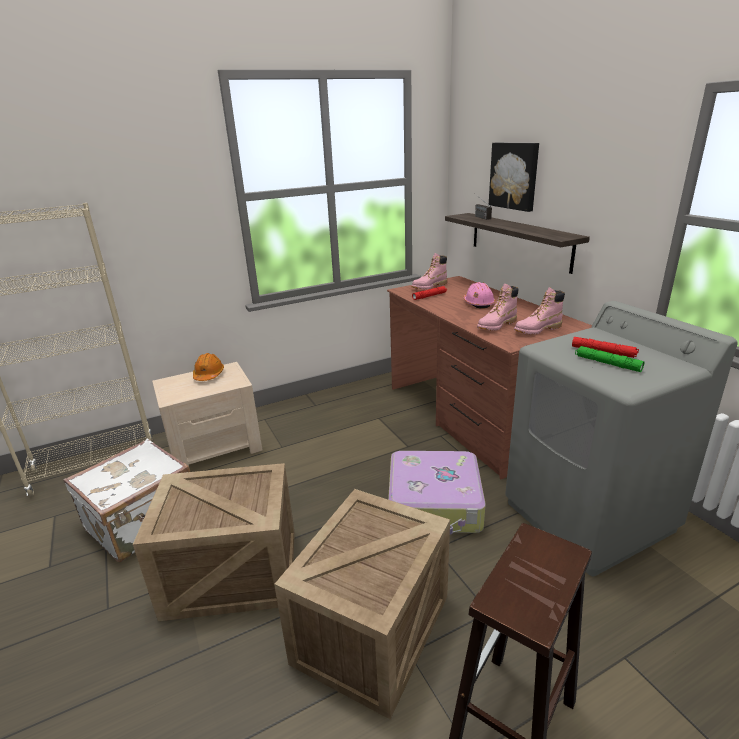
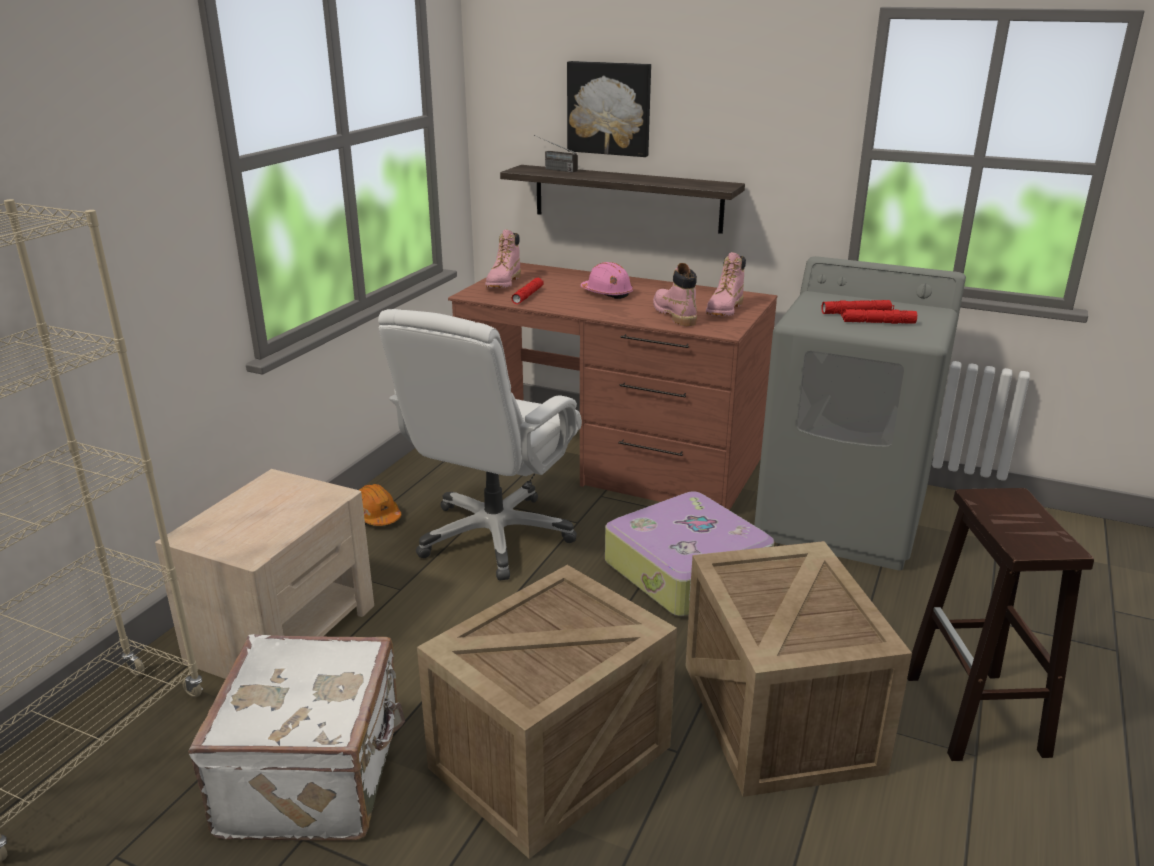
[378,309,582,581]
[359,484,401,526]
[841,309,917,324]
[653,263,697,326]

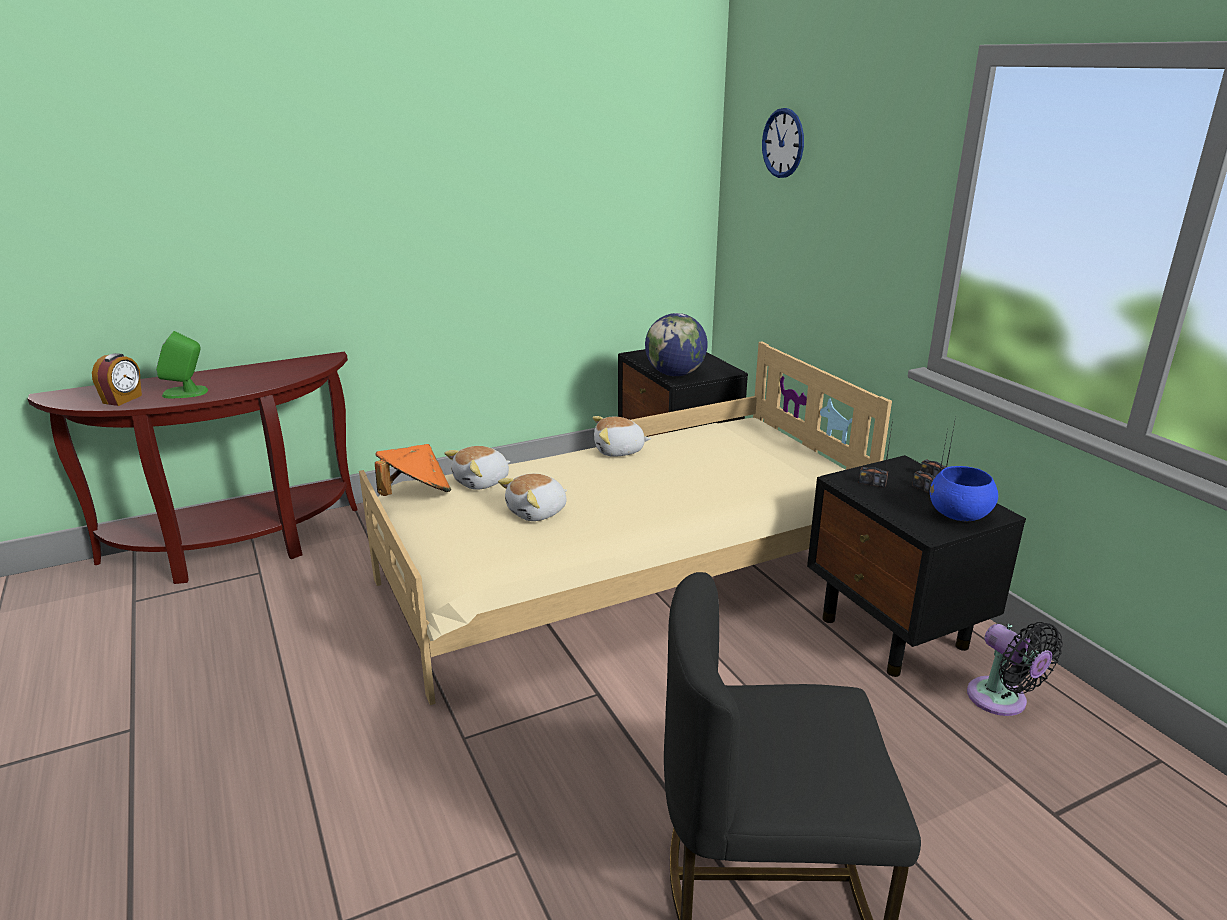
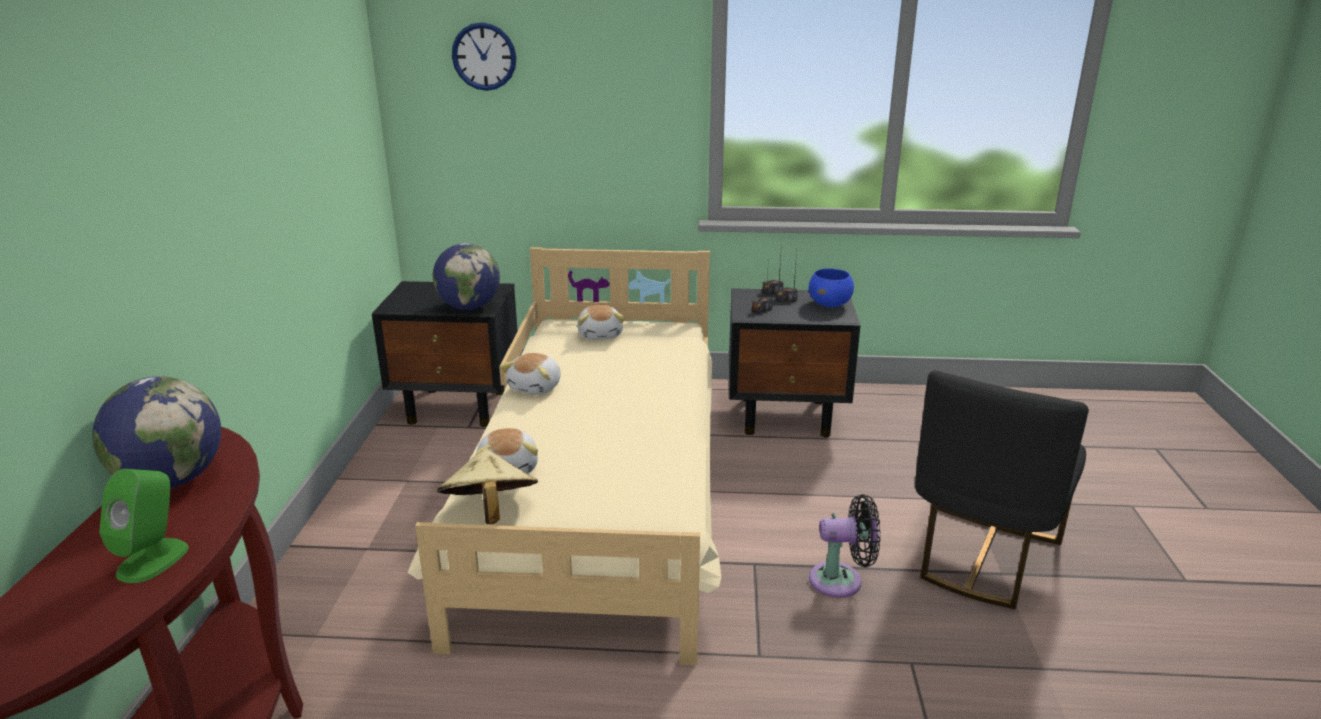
[92,353,142,406] (first image)
[92,376,221,488]
[577,305,624,340]
[809,494,880,598]
[437,448,538,524]

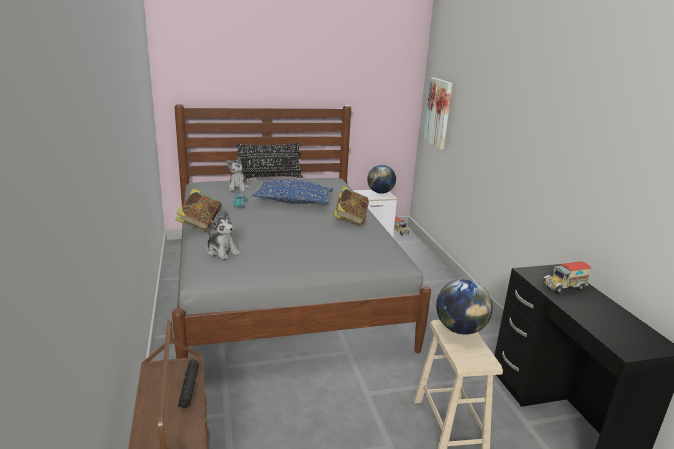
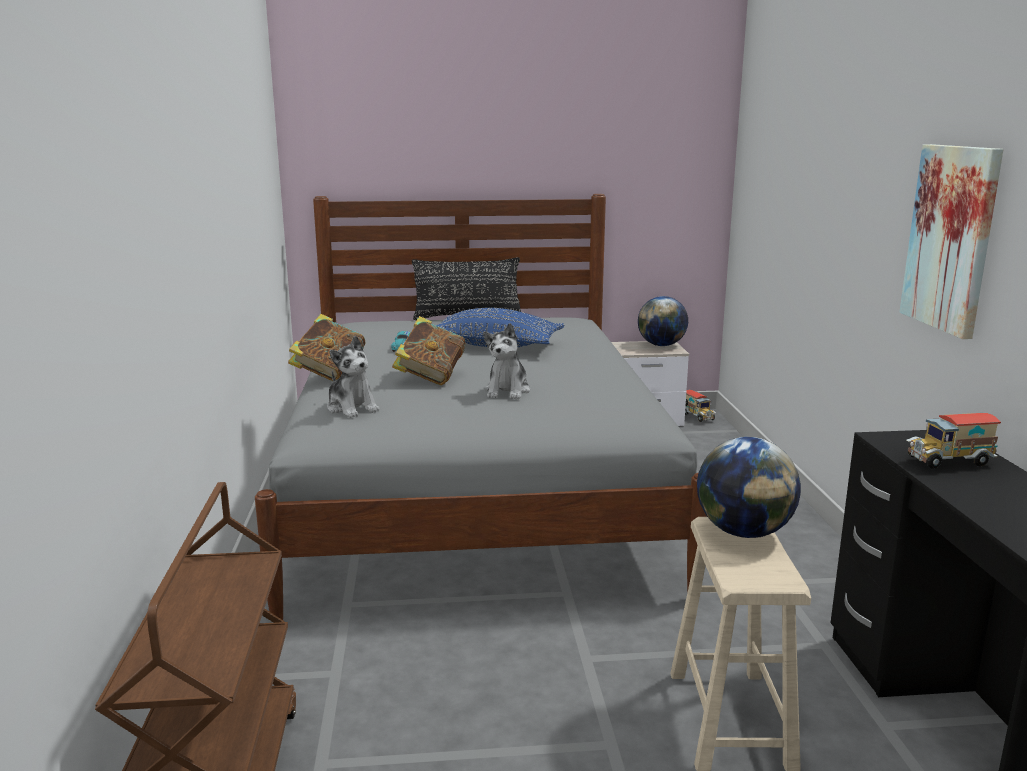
[178,360,199,408] (first image)
[483,323,530,399]
[392,316,466,385]
[900,144,1003,339]

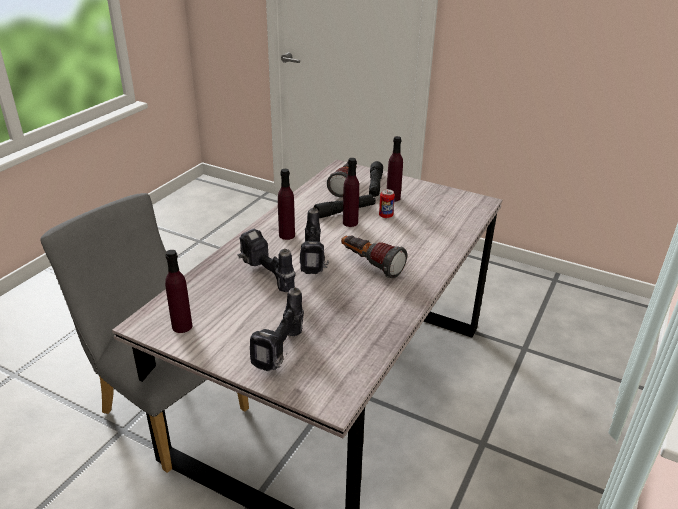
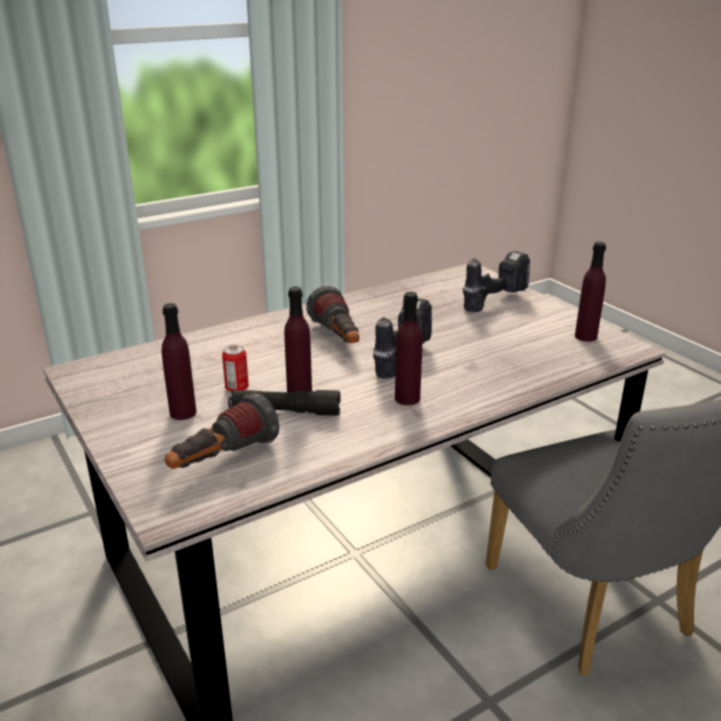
[237,229,295,292] (first image)
[369,161,383,197] (first image)

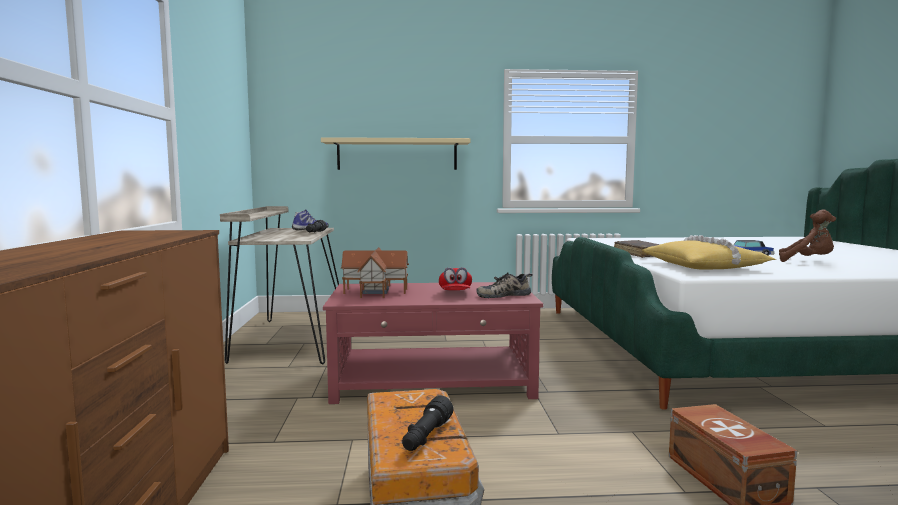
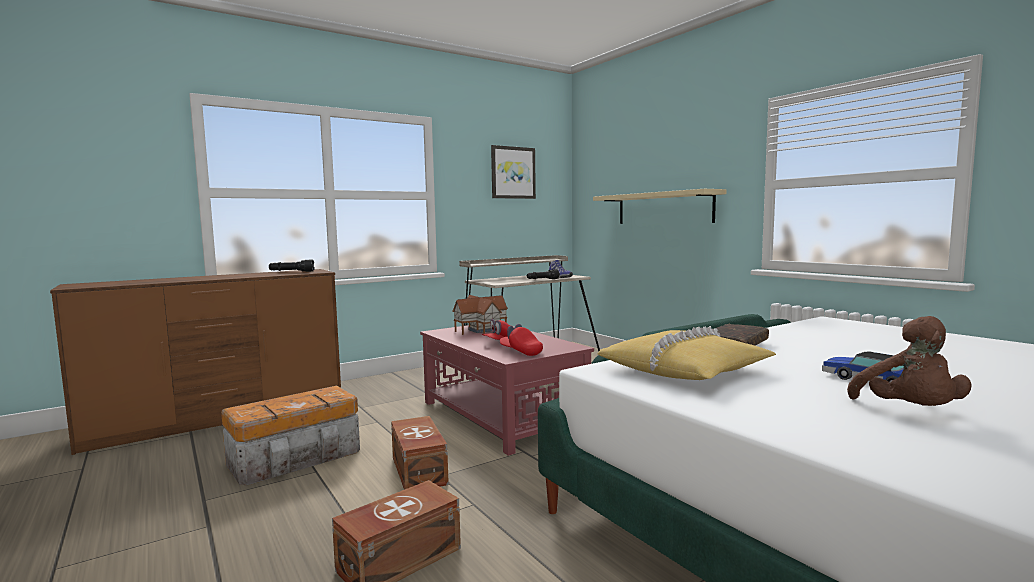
[391,416,449,490]
[491,145,536,199]
[269,260,314,272]
[500,324,543,356]

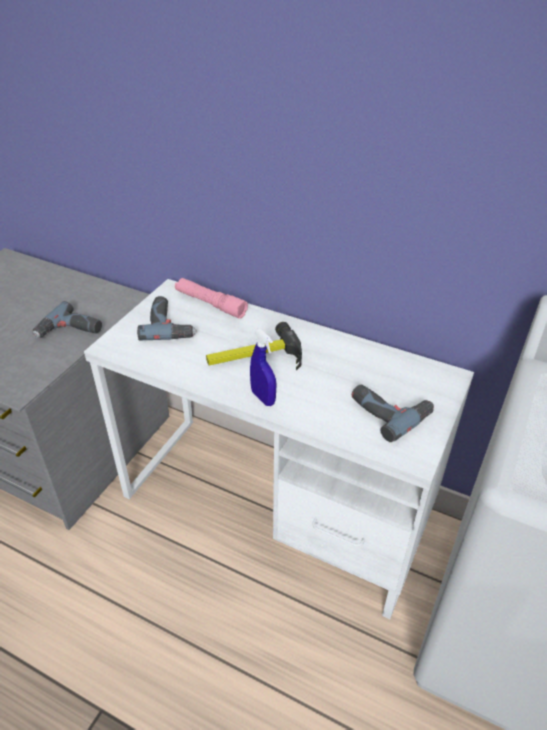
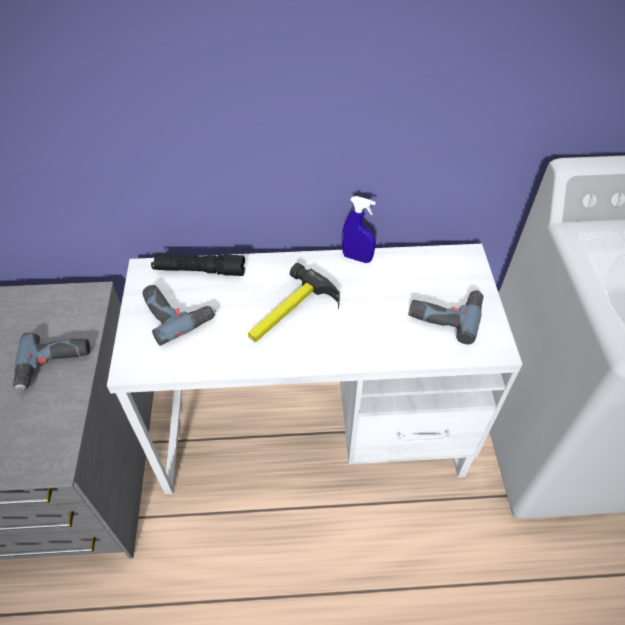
[342,196,376,263]
[151,254,245,276]

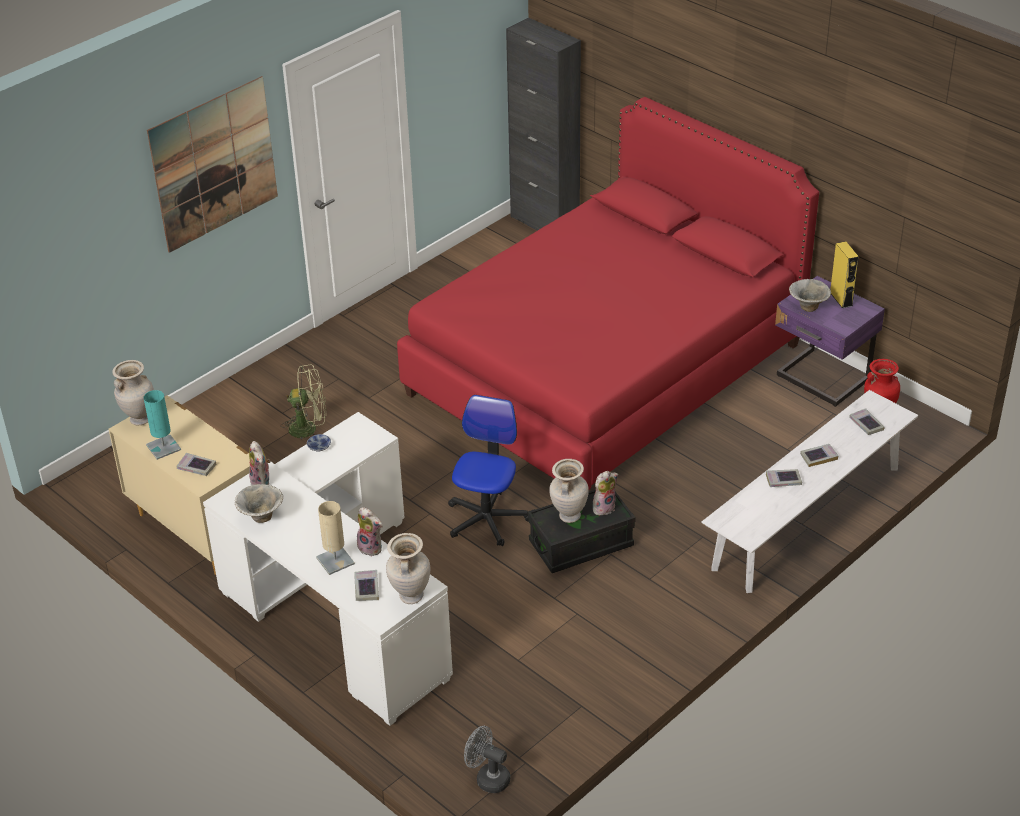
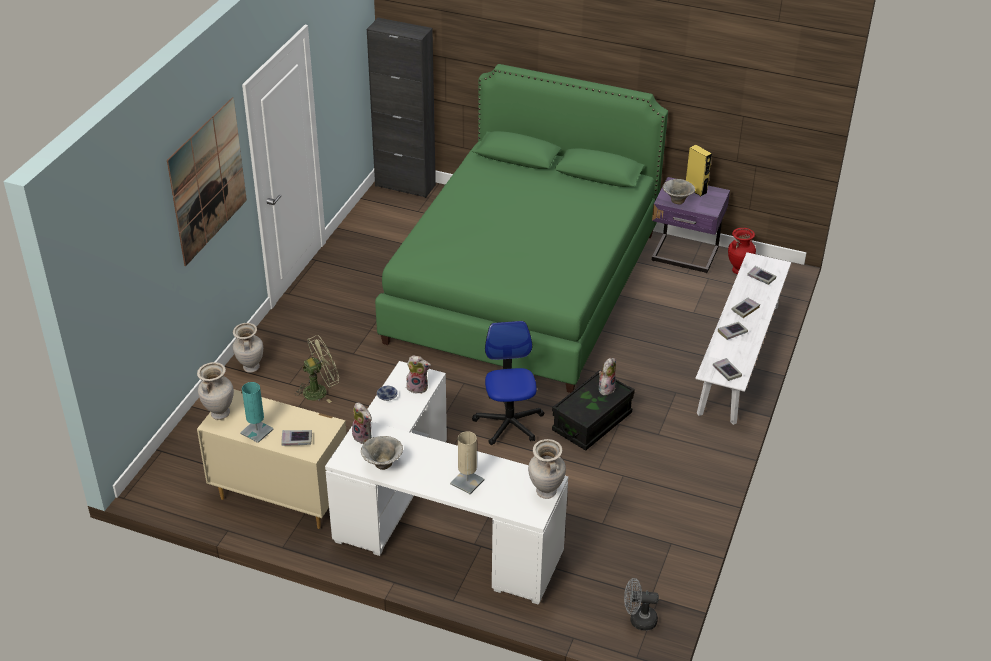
[713,358,742,381]
[406,355,431,394]
[233,323,263,373]
[375,64,668,393]

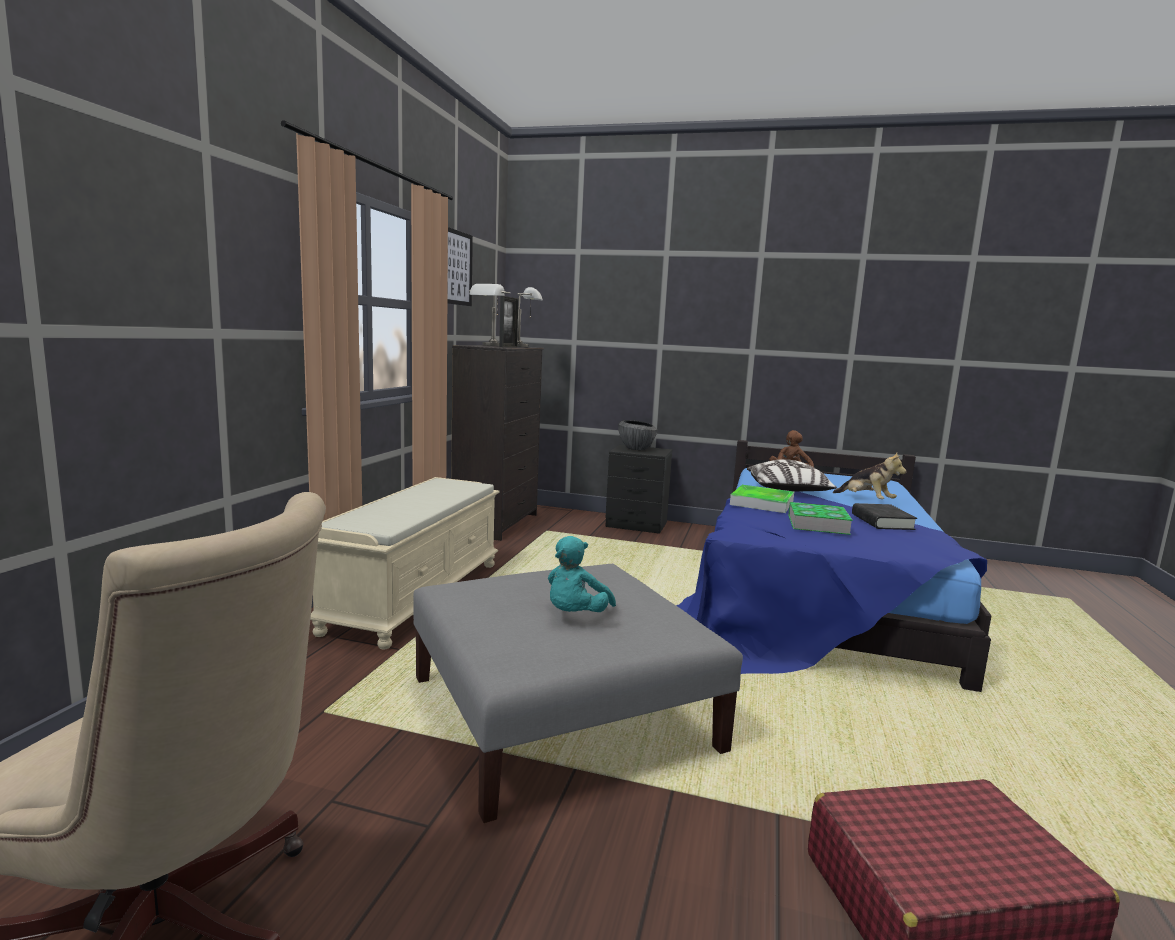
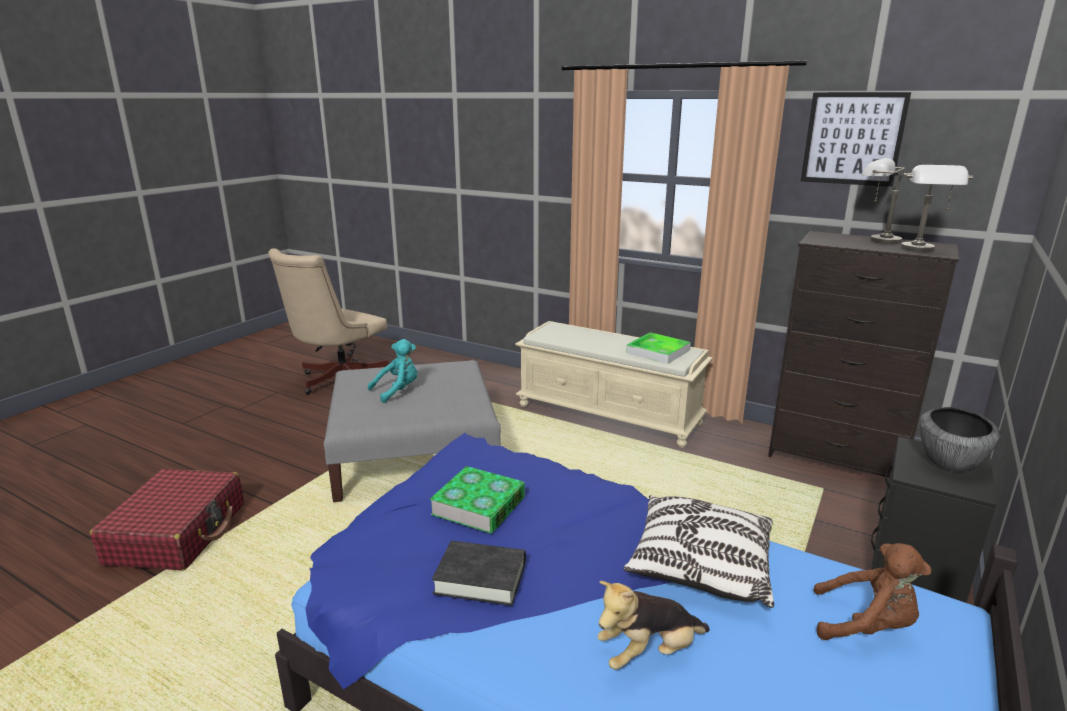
[499,296,518,347] (first image)
[626,332,691,364]
[368,339,418,403]

